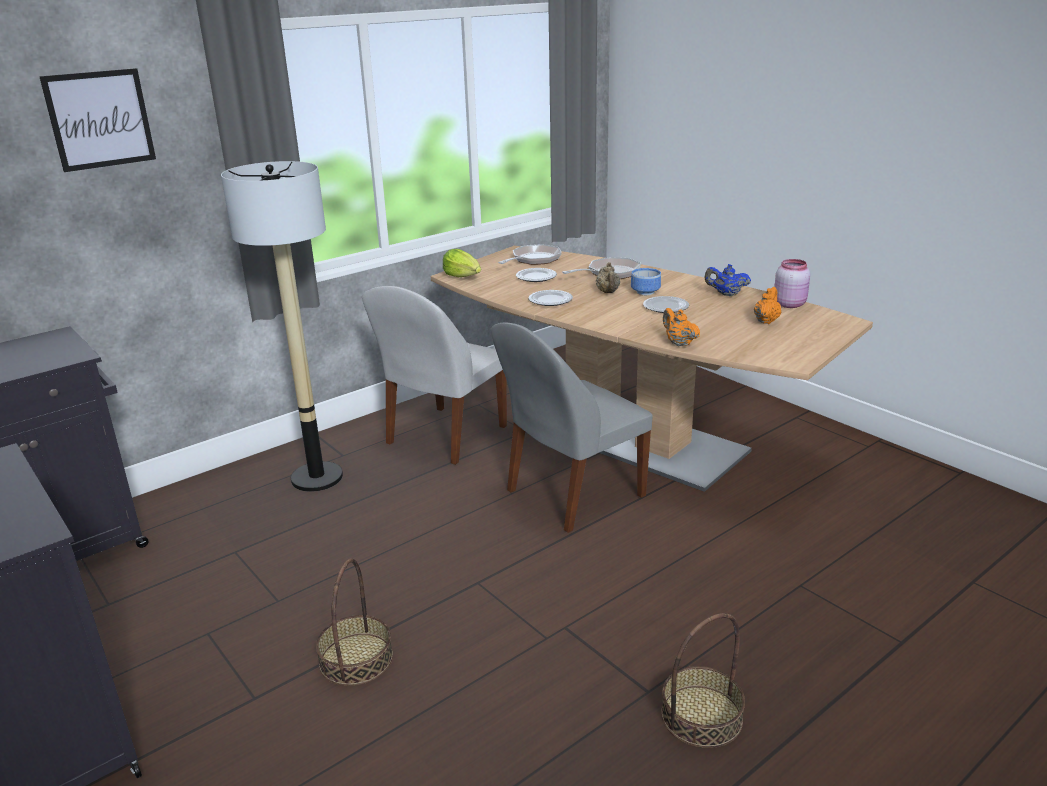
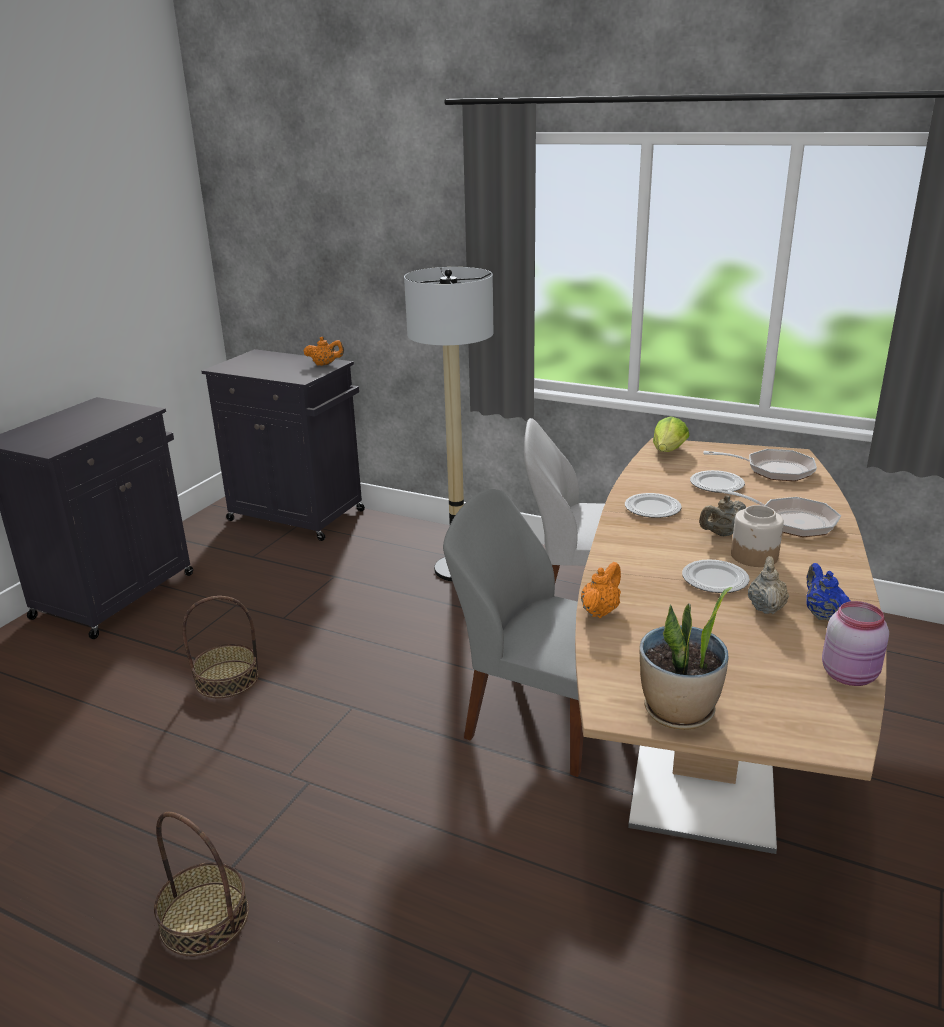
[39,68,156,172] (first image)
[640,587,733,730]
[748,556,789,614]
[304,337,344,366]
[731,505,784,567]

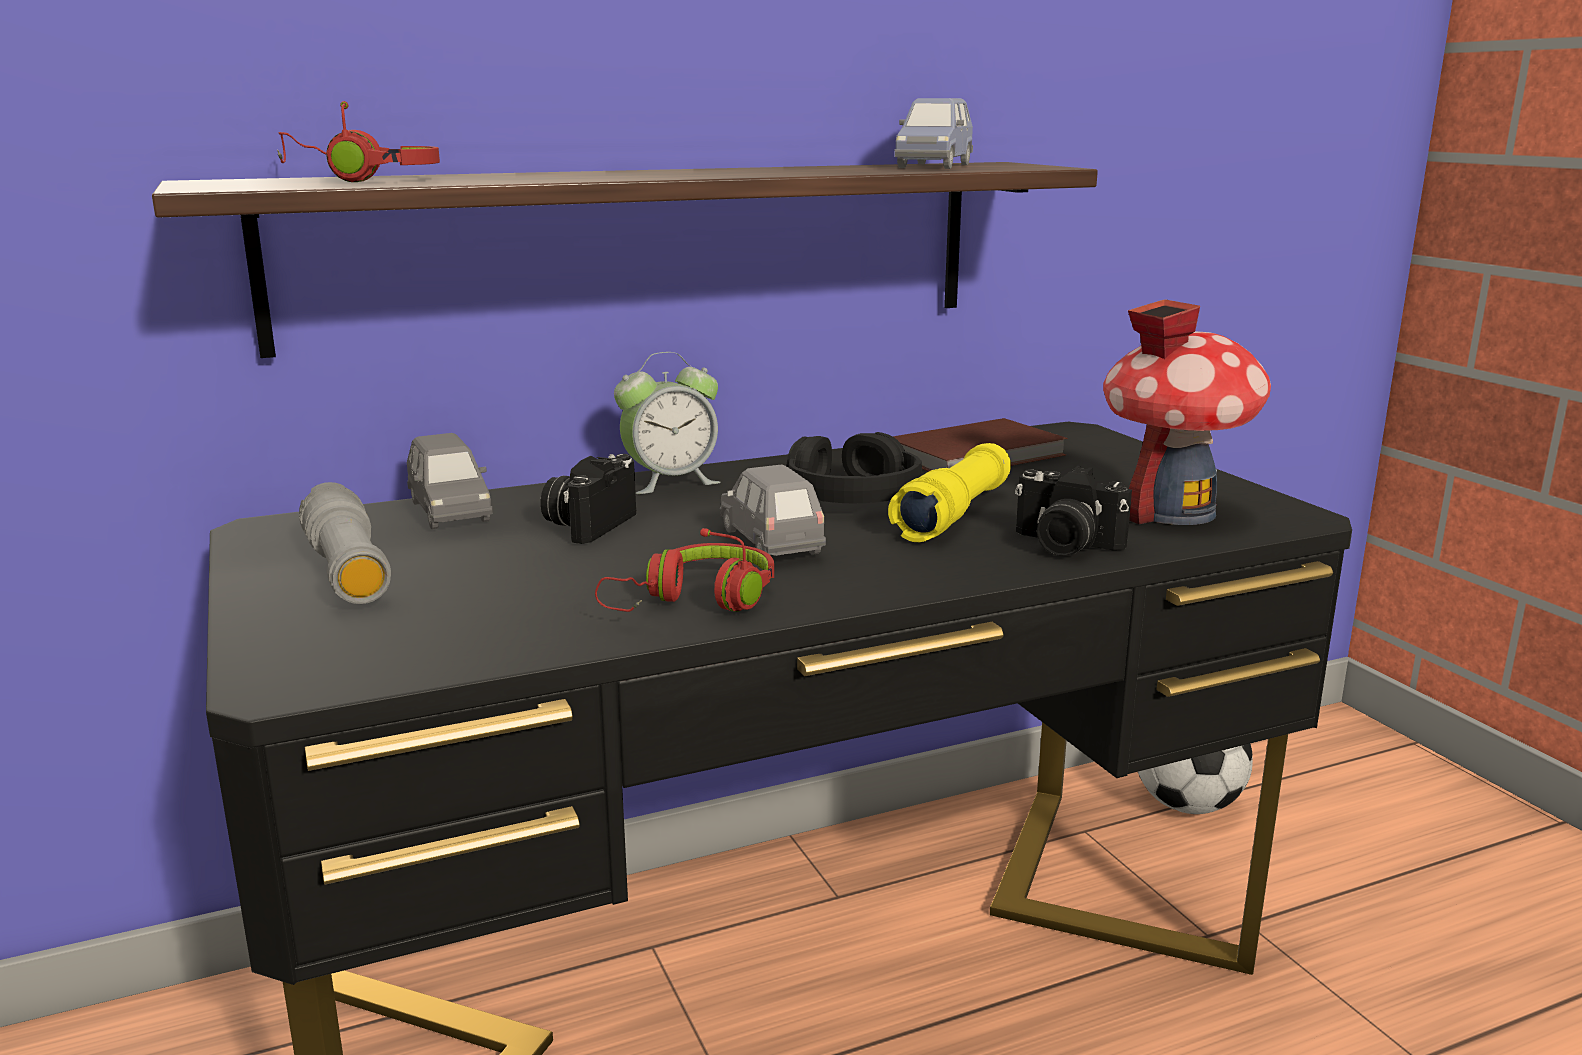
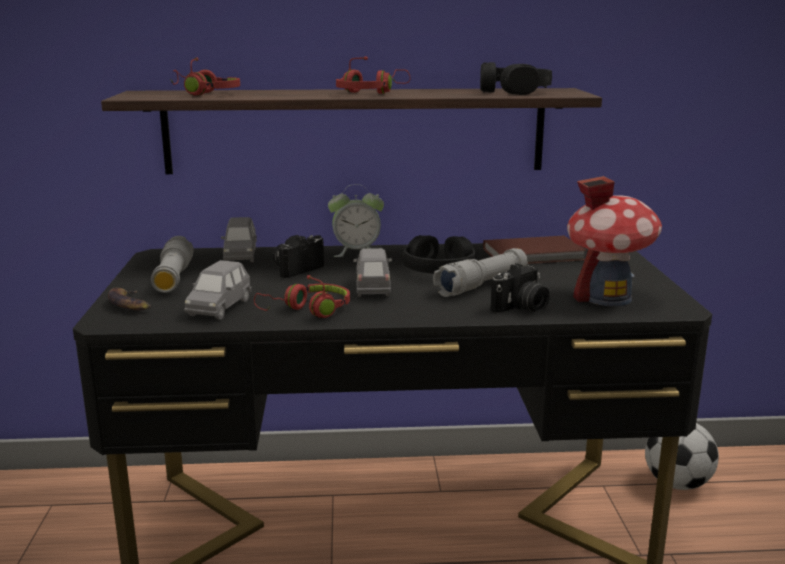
[108,288,151,311]
[184,260,251,320]
[336,56,411,94]
[480,62,552,95]
[433,248,528,297]
[490,263,550,313]

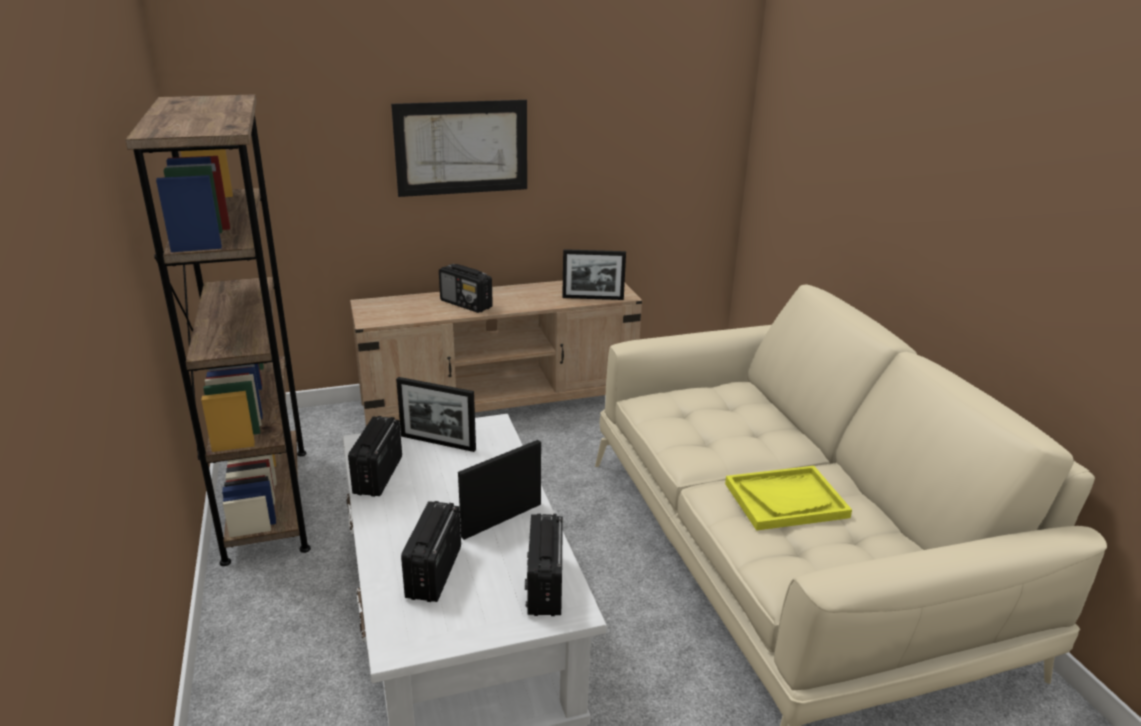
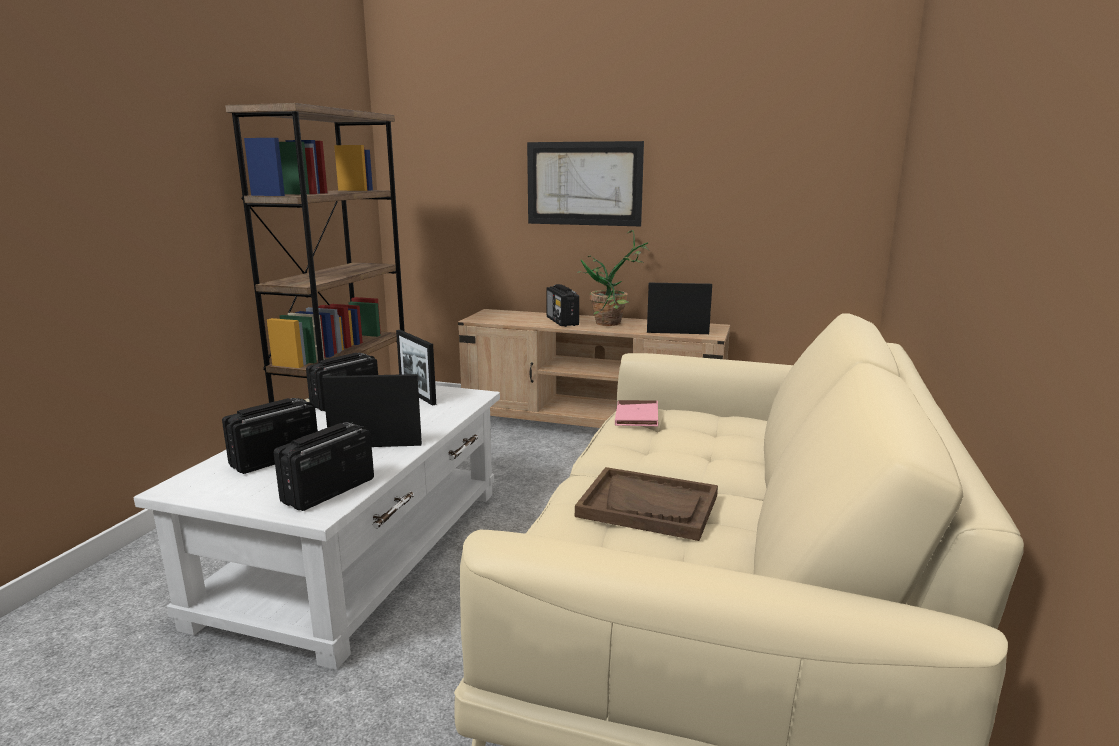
[577,230,649,326]
[615,400,658,426]
[575,467,718,541]
[647,283,712,334]

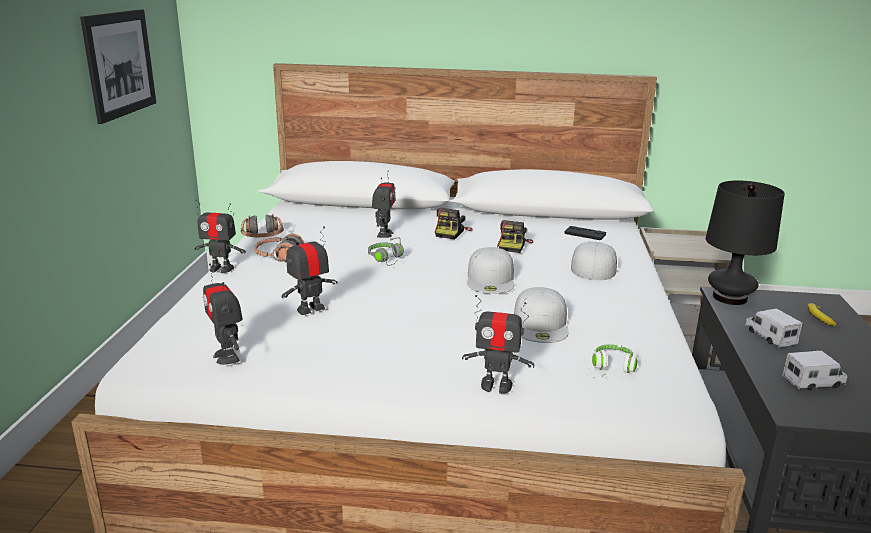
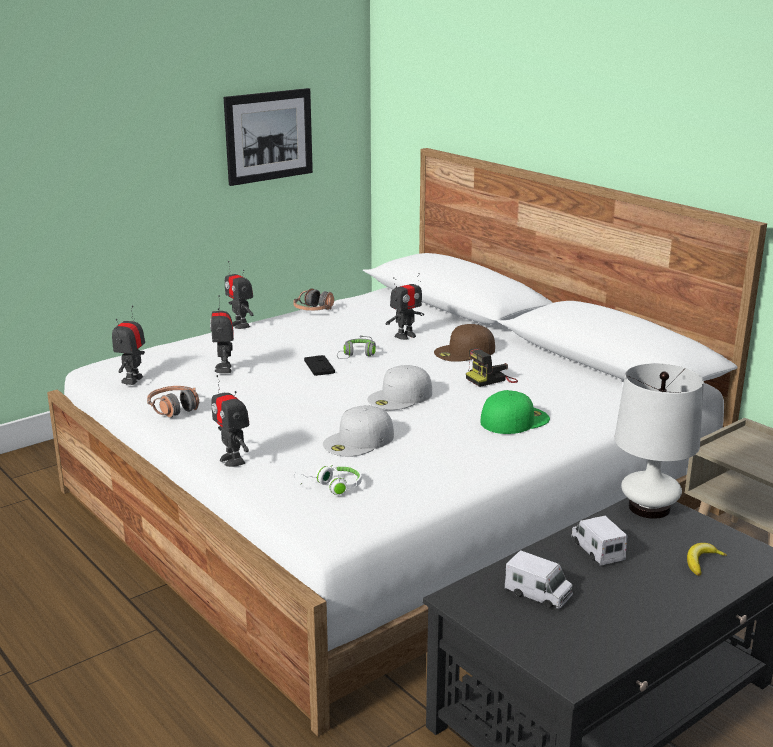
[147,386,199,418]
[304,355,335,376]
[434,324,495,362]
[480,390,550,434]
[615,363,704,519]
[210,295,234,373]
[571,515,628,566]

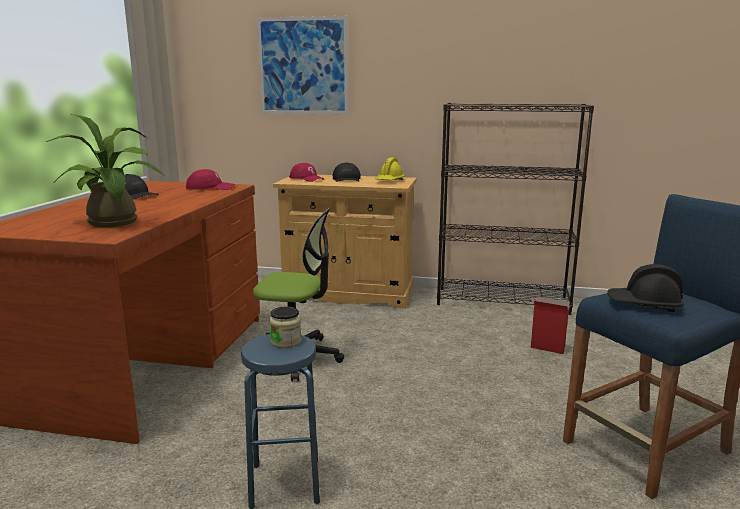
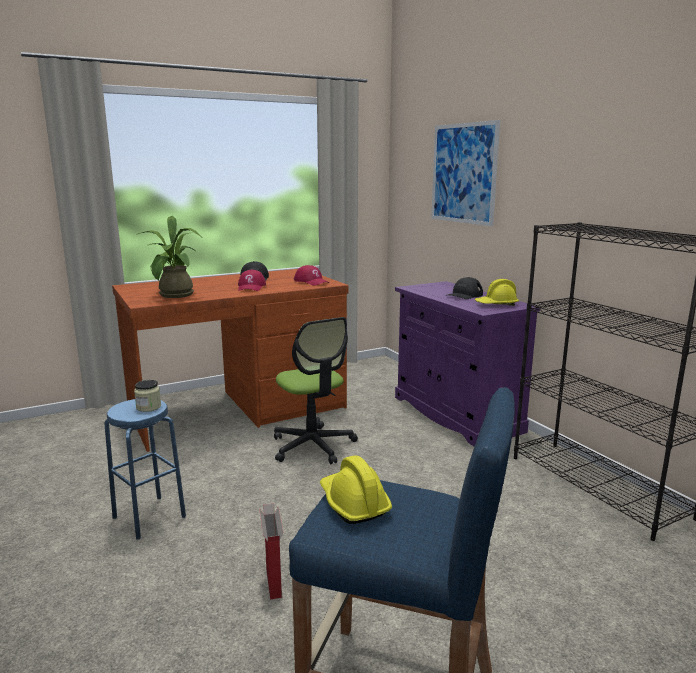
[238,270,266,291]
[259,504,284,599]
[395,281,540,447]
[320,455,392,524]

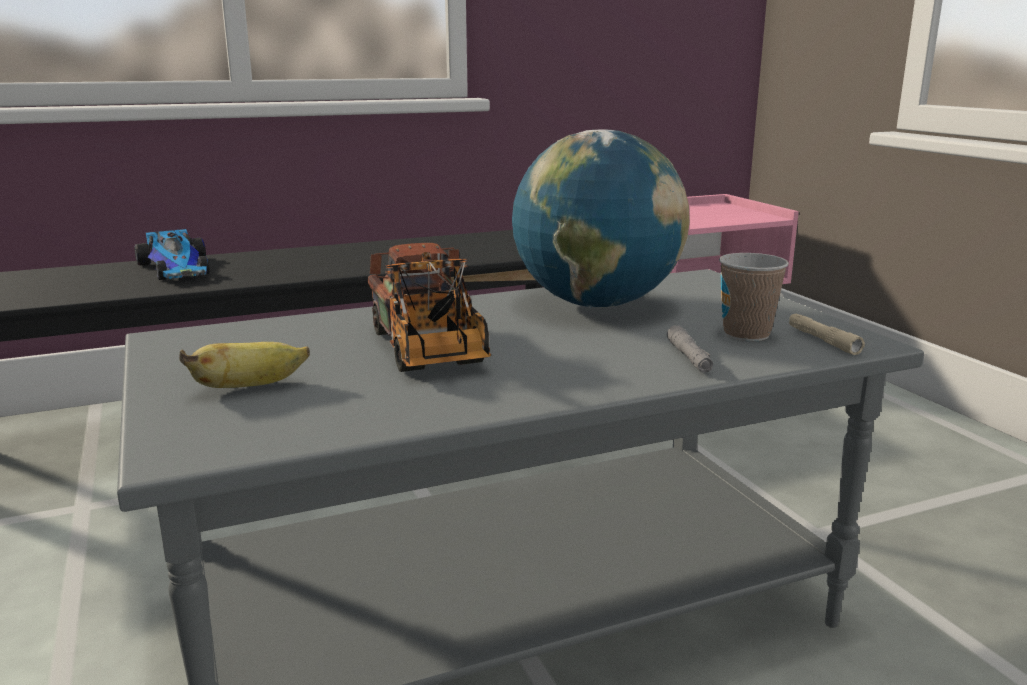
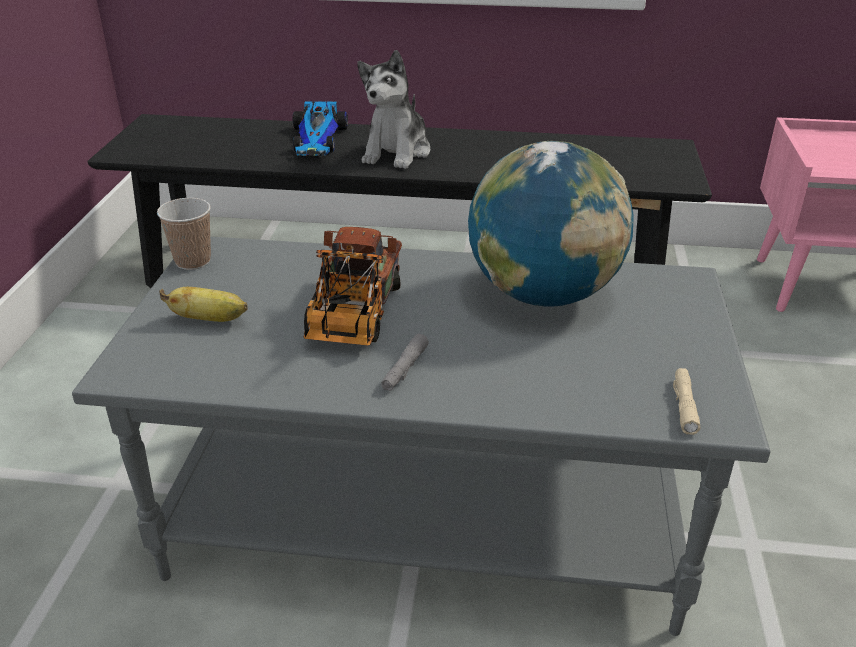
[357,50,430,169]
[381,334,429,391]
[157,198,211,270]

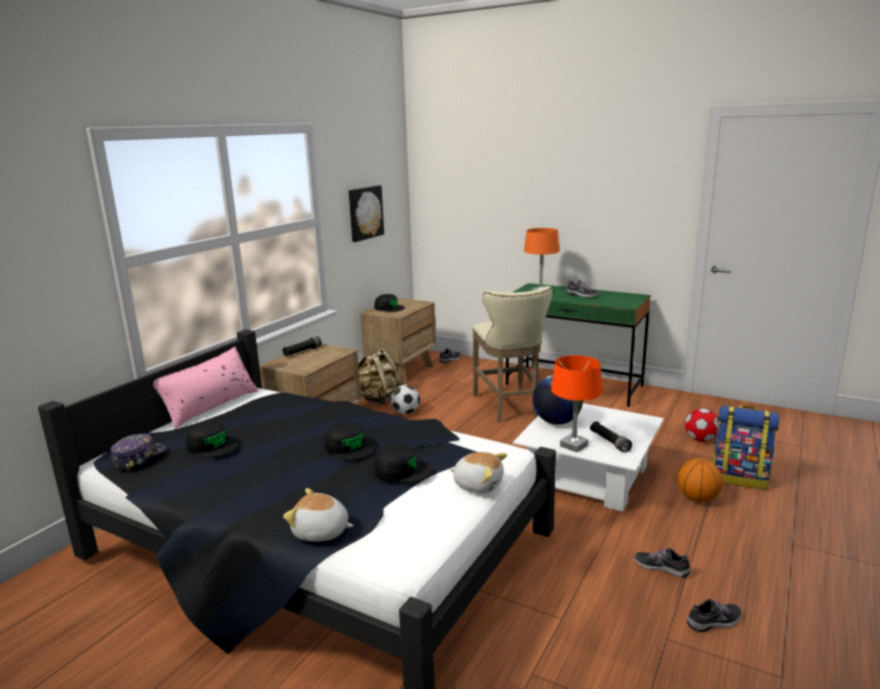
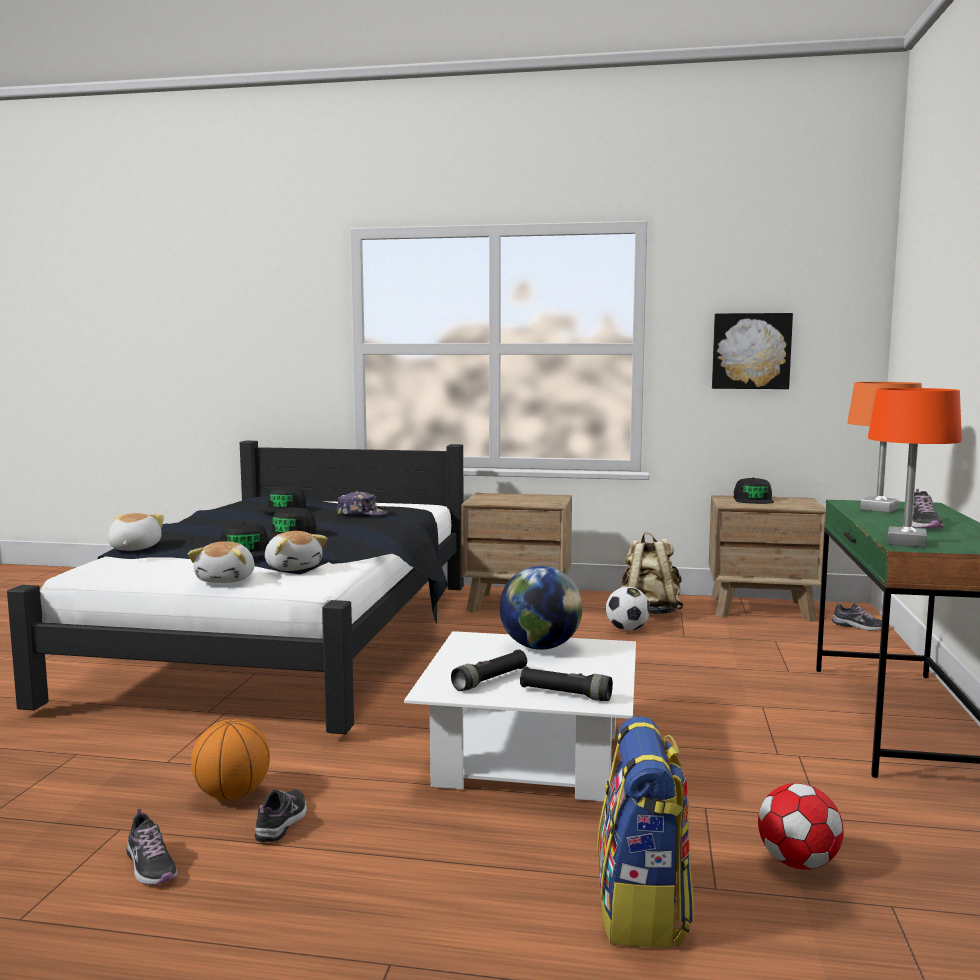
[153,347,258,429] (first image)
[472,286,552,423] (first image)
[265,531,327,571]
[337,491,388,516]
[520,666,613,701]
[868,388,962,548]
[191,719,270,800]

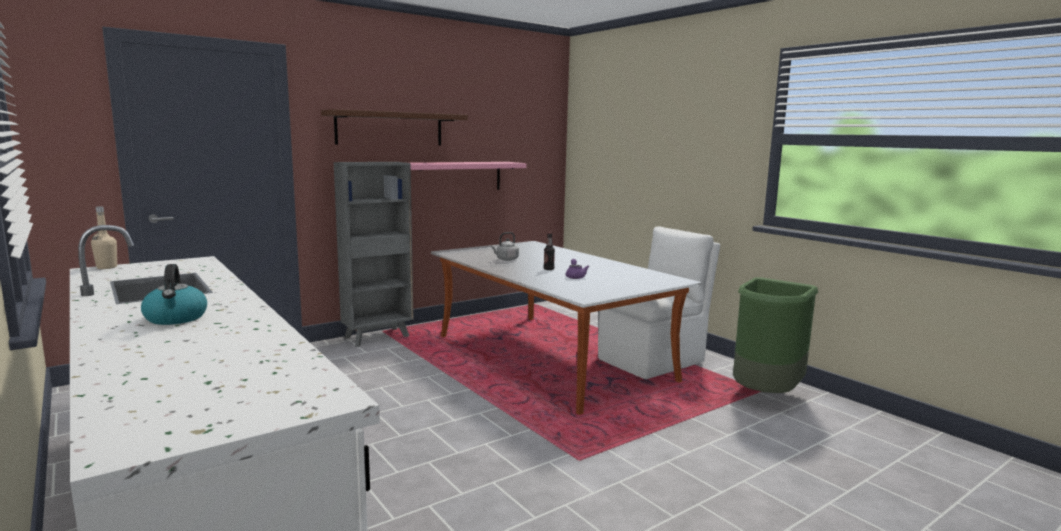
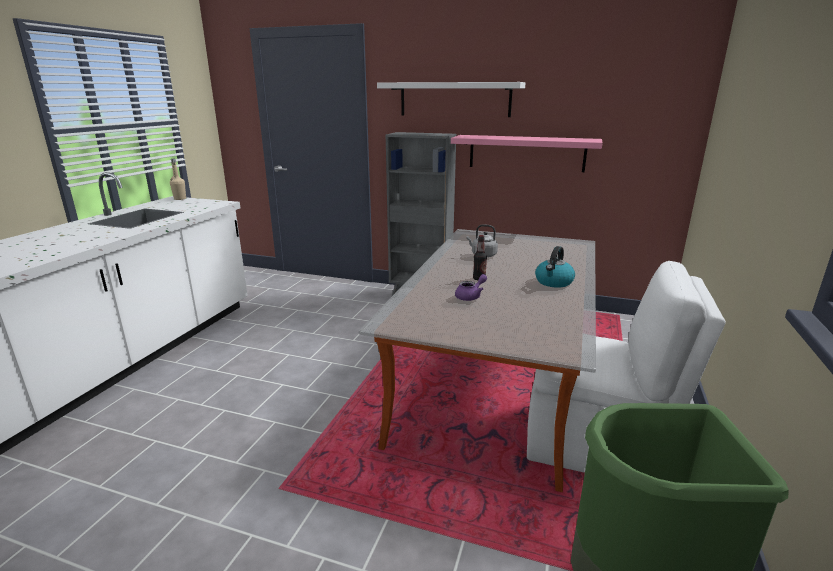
[535,246,575,288]
[377,82,525,117]

